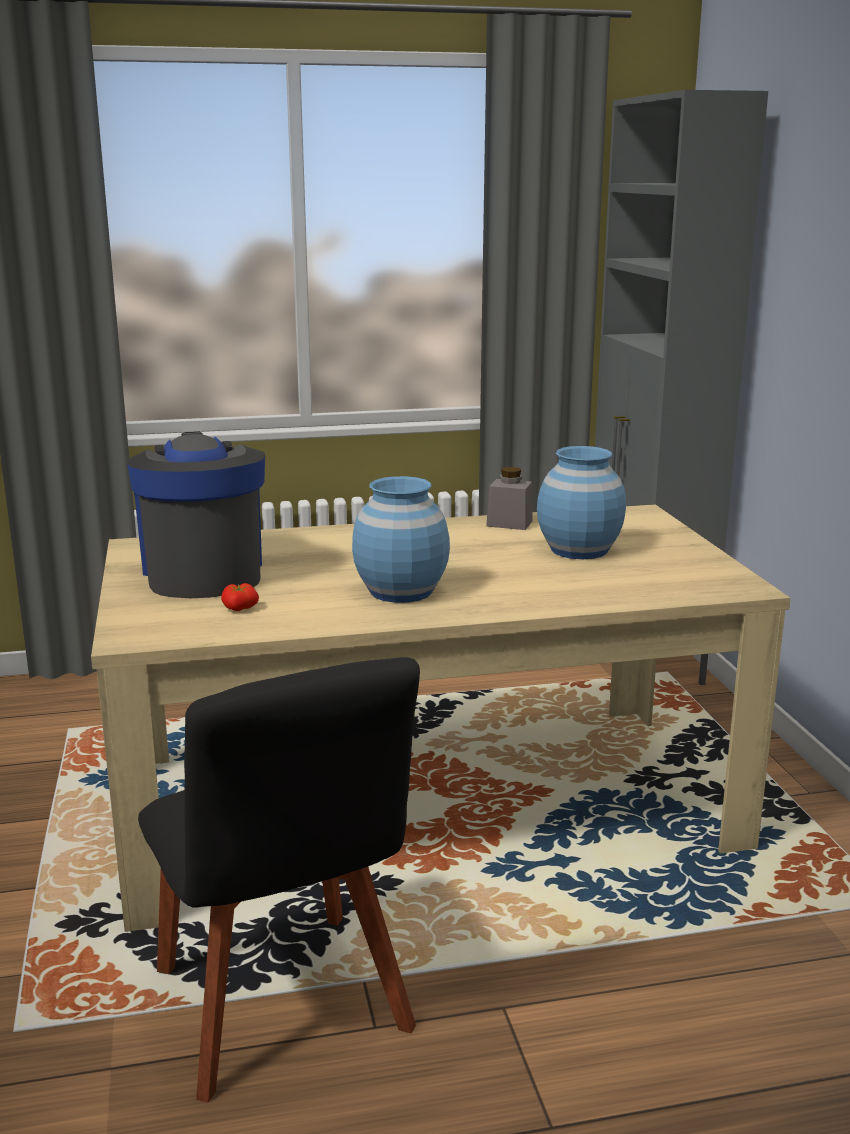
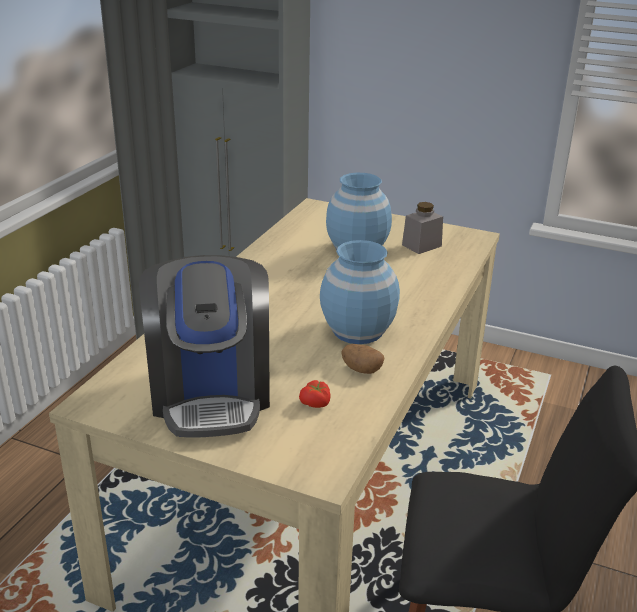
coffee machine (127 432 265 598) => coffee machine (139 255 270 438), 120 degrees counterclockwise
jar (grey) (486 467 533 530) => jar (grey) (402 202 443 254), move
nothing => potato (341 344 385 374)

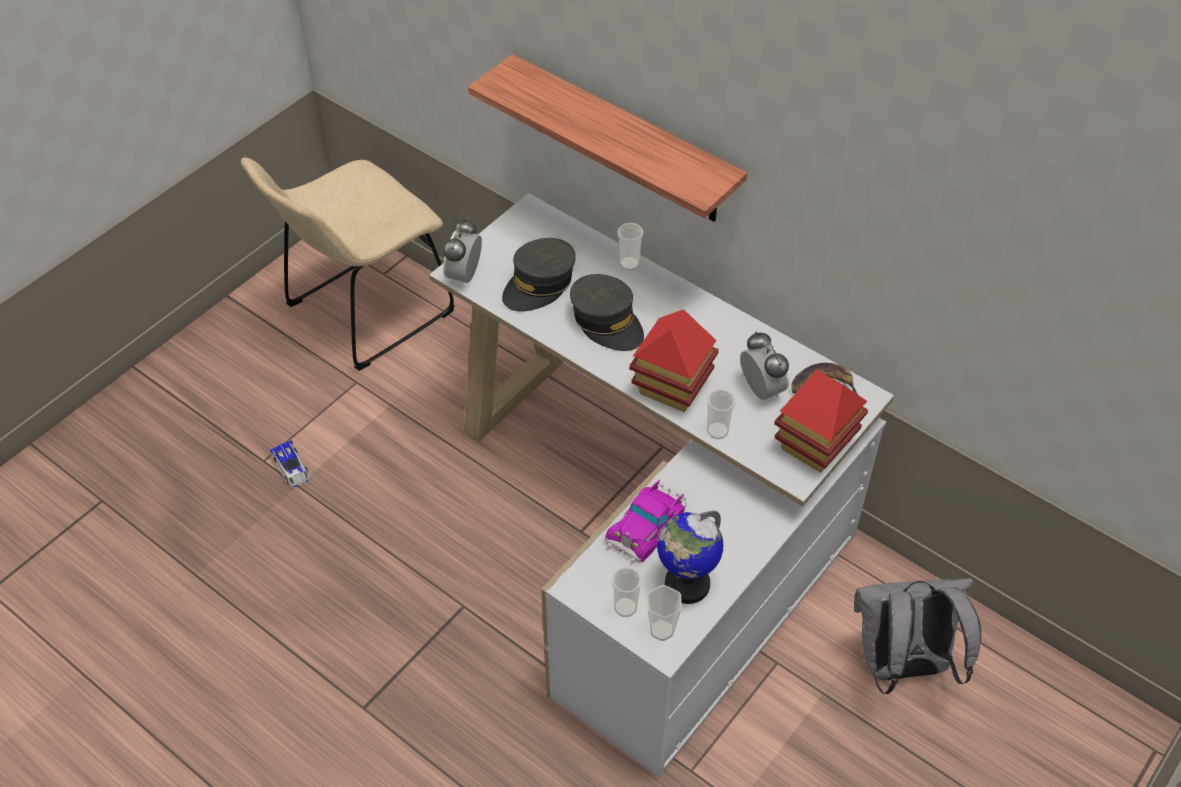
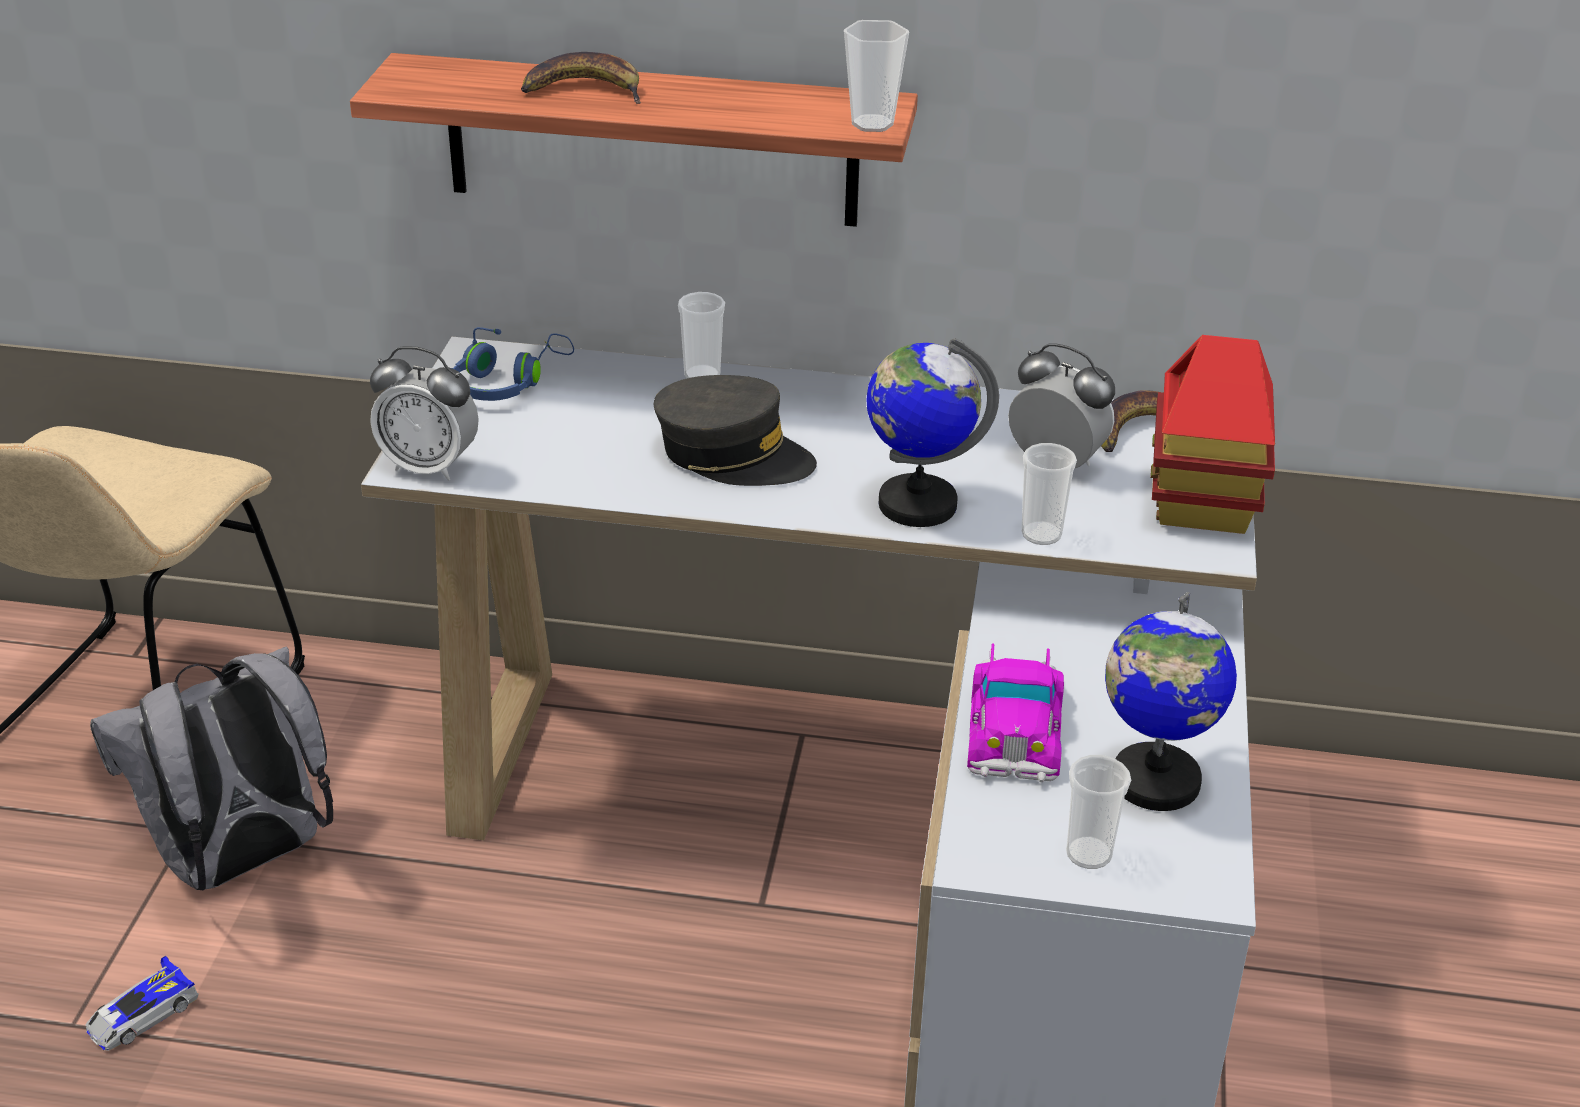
toy car (270 440 310 487) => toy car (85 956 199 1051), 105 degrees clockwise
alarm clock (443 217 482 284) => alarm clock (370 346 479 481), 60 degrees counterclockwise
cap (grey) (502 238 576 312) => nothing
toy house (629 309 719 412) => globe (866 338 999 527)
cup (647 585 682 641) => cup (844 20 909 132), move
backpack (grey) (854 578 981 694) => backpack (grey) (90 647 333 891), move
nothing => headphones (blue) (452 327 574 401)
nothing => banana (521 52 641 104)

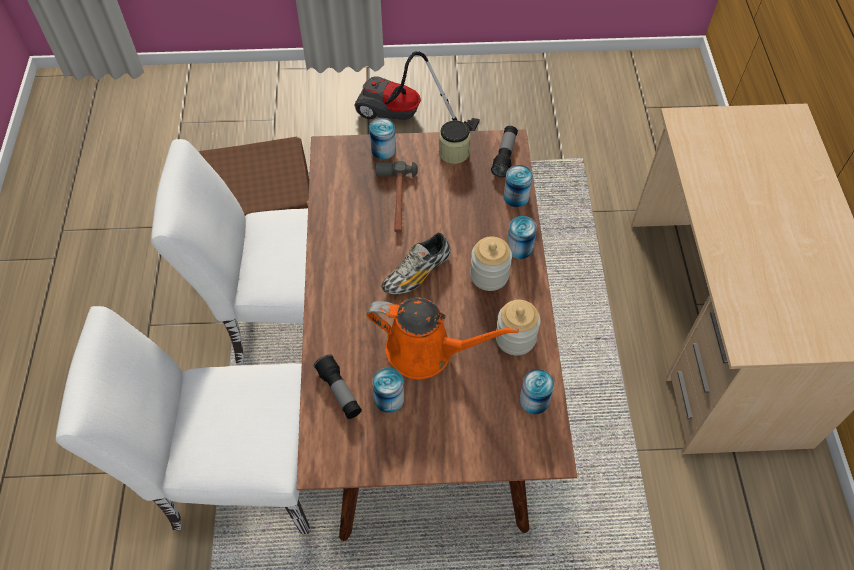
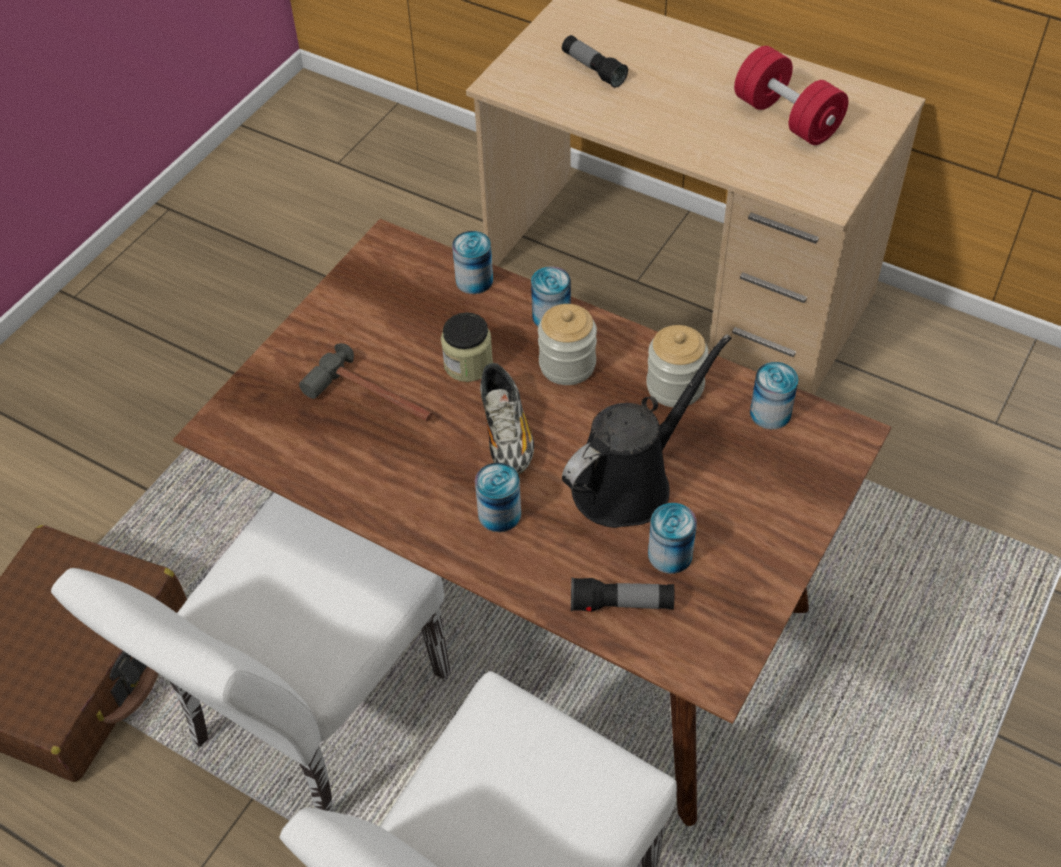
vacuum cleaner (354 51 480 131) => nothing
watering can (orange) (367 298 519 379) => watering can (black) (562 334 732 528)
can (370 118 396 159) => can (475 463 521 532), move
jar (439 120 471 164) => jar (441 312 493 382), move
flashlight (491 126 518 177) => flashlight (562 35 628 88), move
nothing => dumbbell (red) (734 46 849 145)

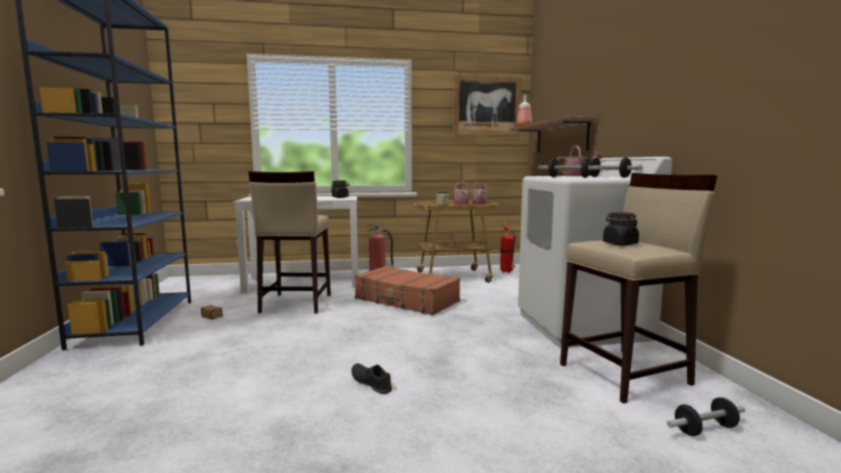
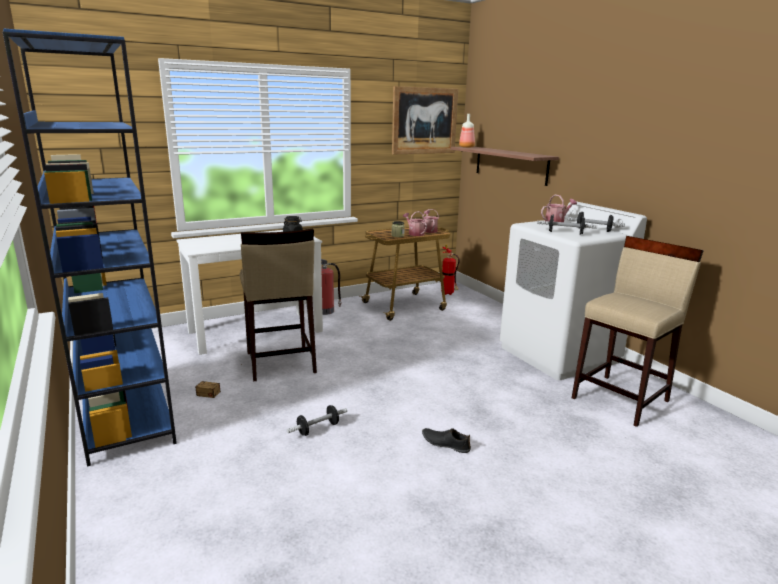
suitcase (brown) (354 266 460 315) => nothing
jar (black) (603 212 639 245) => nothing
dumbbell (667 397 745 436) => dumbbell (287 405 347 436), move

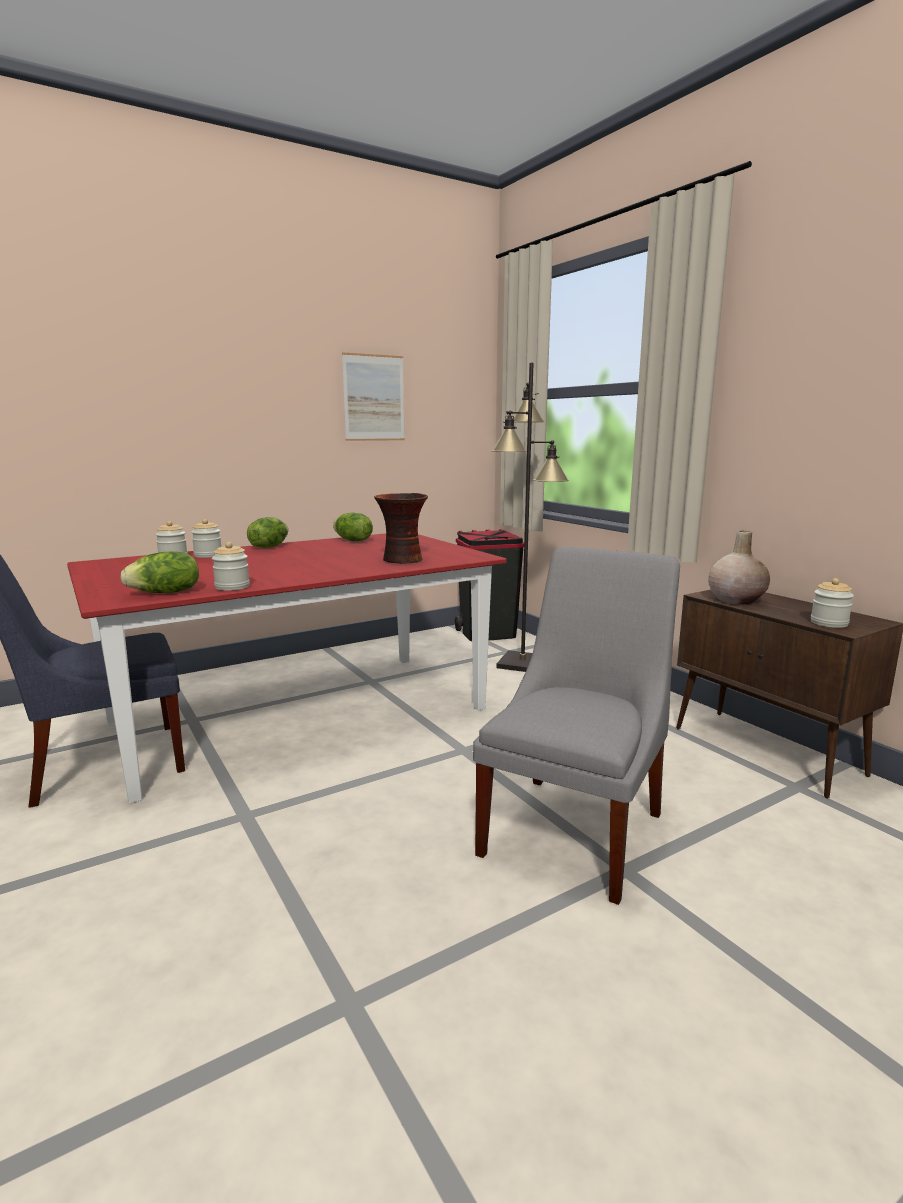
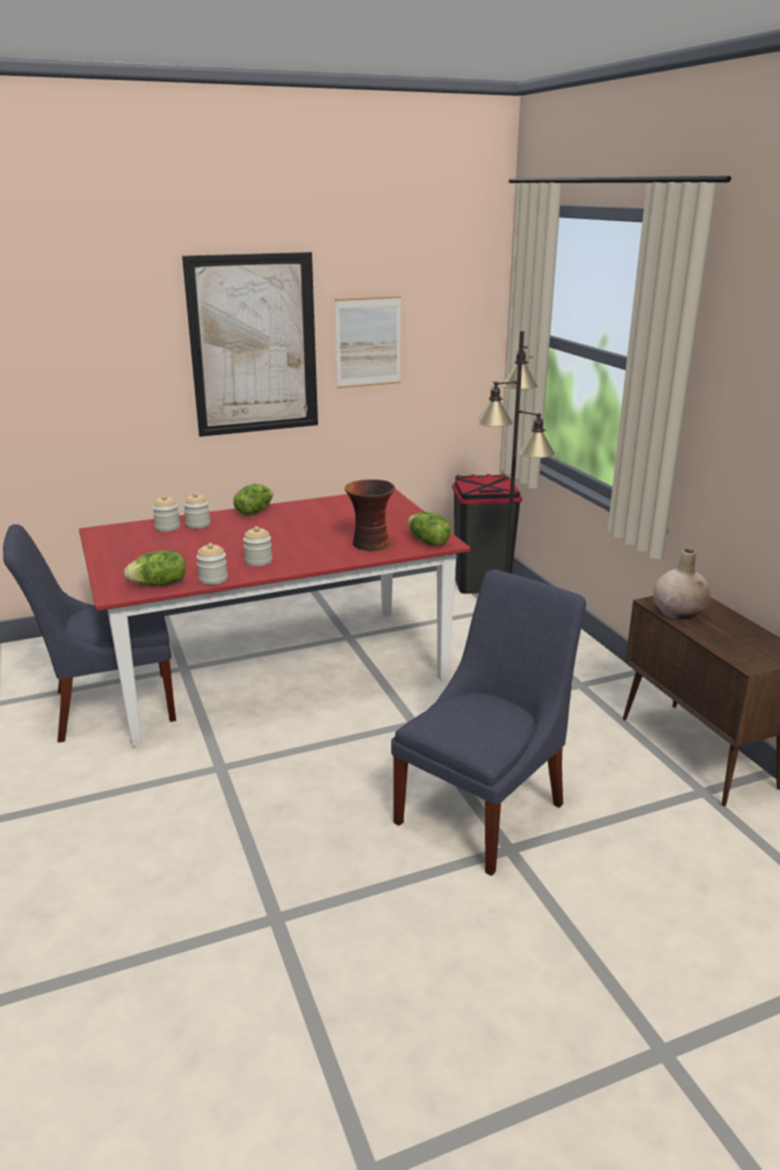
lettuce (333 513 373 541) => lettuce (408 512 451 546), move
chair (grey) (473 546 680 905) => chair (blue) (391 569 586 876)
jar (811 578 854 628) => jar (243 526 272 566), move
nothing => picture (182 252 318 437)

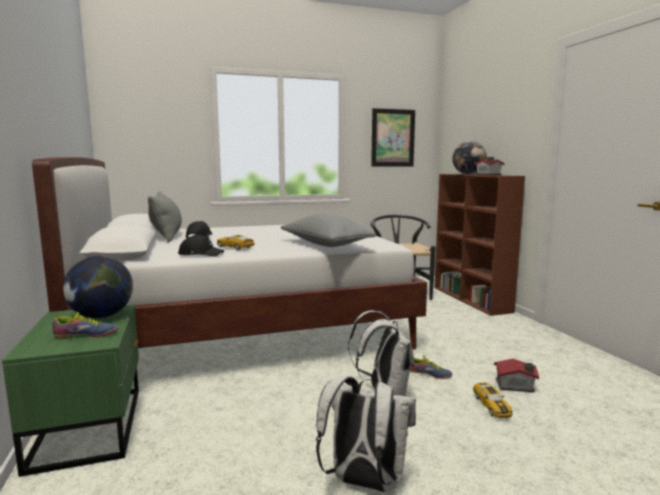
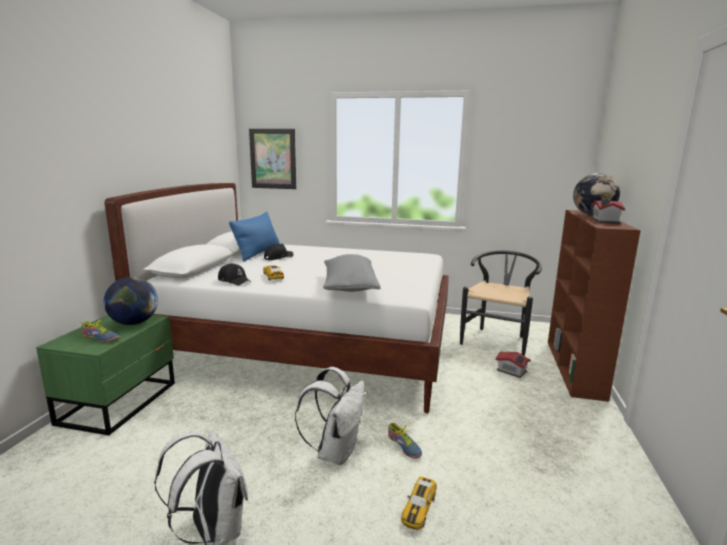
pillow (grey) (148 191 182 242) => pillow (blue) (229 212 279 262)
picture (371 108 415 167) => picture (249 129 296 189), move
toy house (494 359 539 392) => toy house (496 351 531 378), move

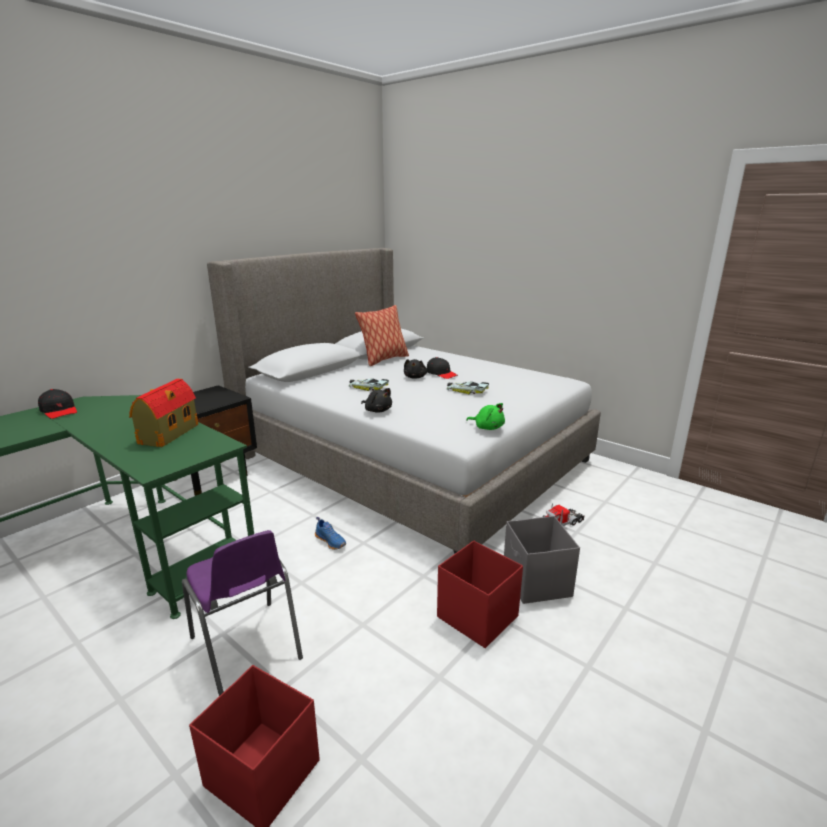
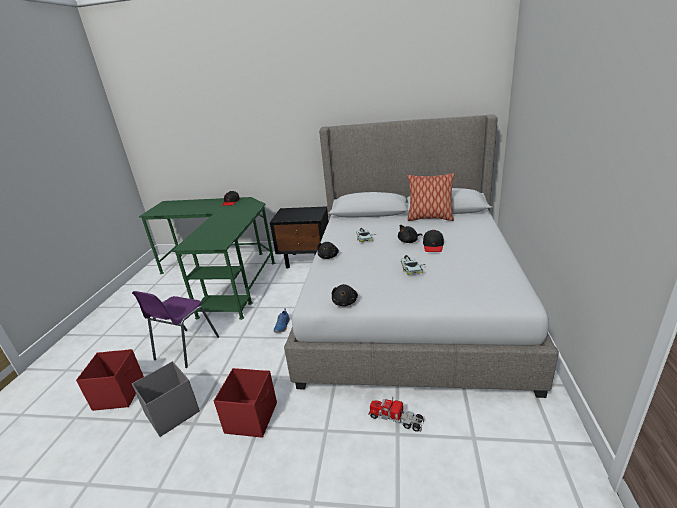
toy house (129 379 198 447) => nothing
plush toy (green) (466 403 505 430) => plush toy (black) (332 284 358 306)
storage box (grey) (504 516 580 604) => storage box (grey) (132 361 200 437), move

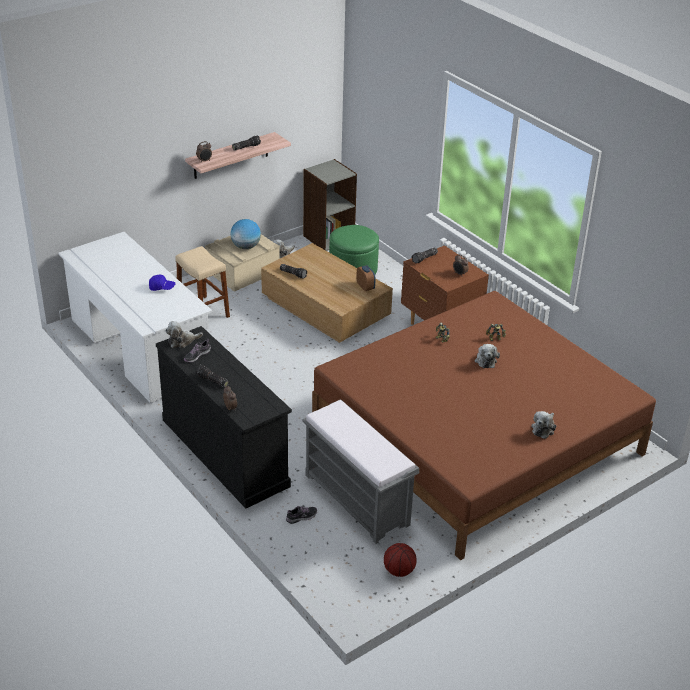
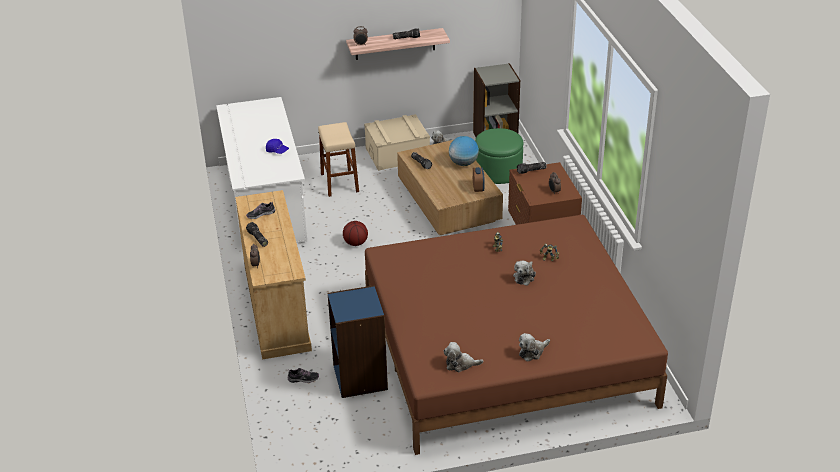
dresser (black) (156 326 292 509) => dresser (beige) (235 190 312 360)
plush toy (166 321 203 348) => plush toy (444 342 483 372), move
globe (230 219 261 249) => globe (449 136 479 166), move
bench (grey) (302 399 419 544) => bookcase (blue) (328 285 388 398)
basketball (384 543 417 577) => basketball (343 221 368 246), move

